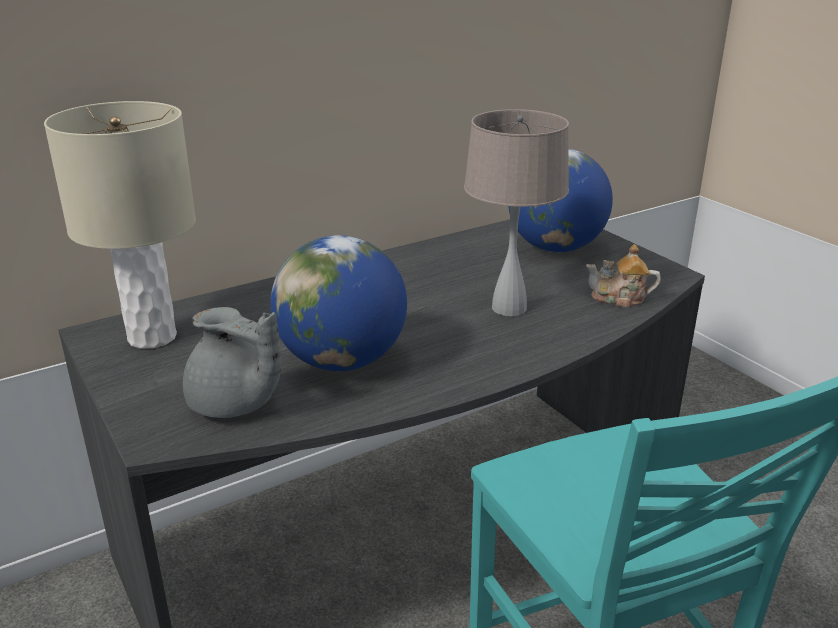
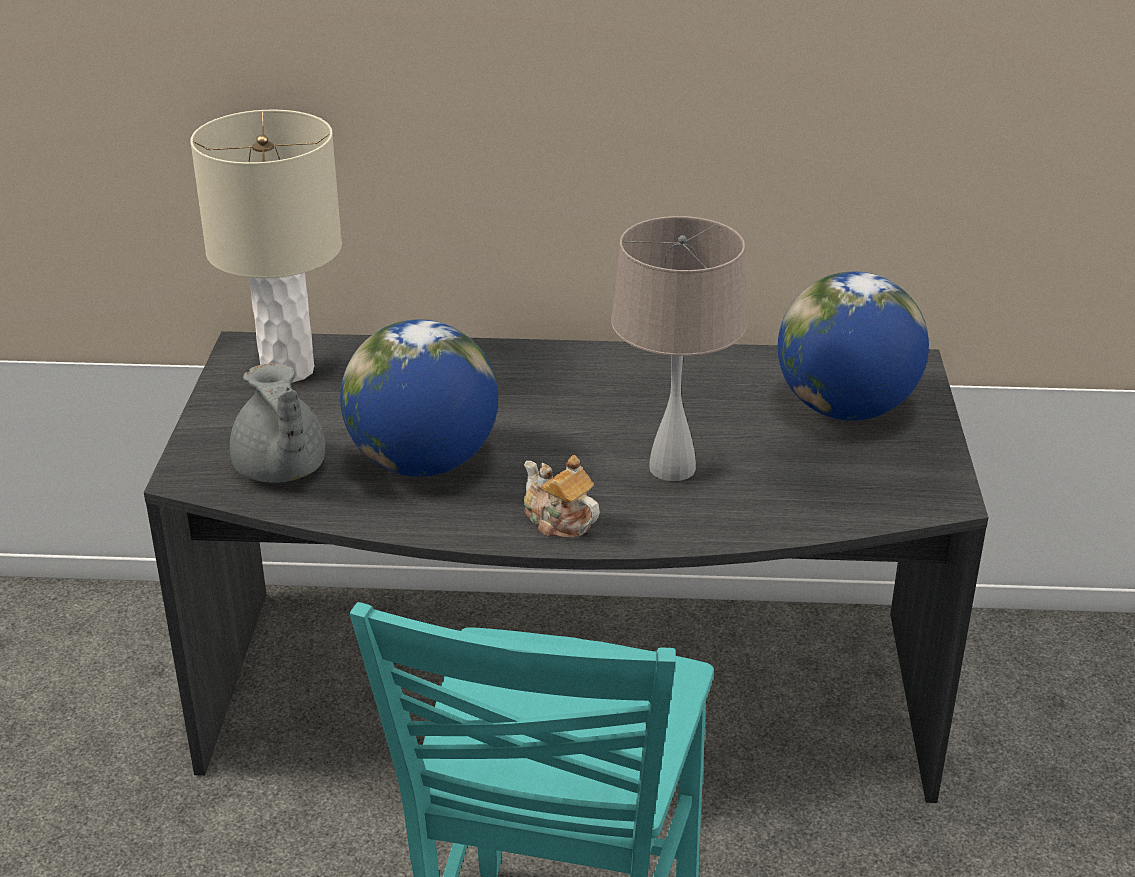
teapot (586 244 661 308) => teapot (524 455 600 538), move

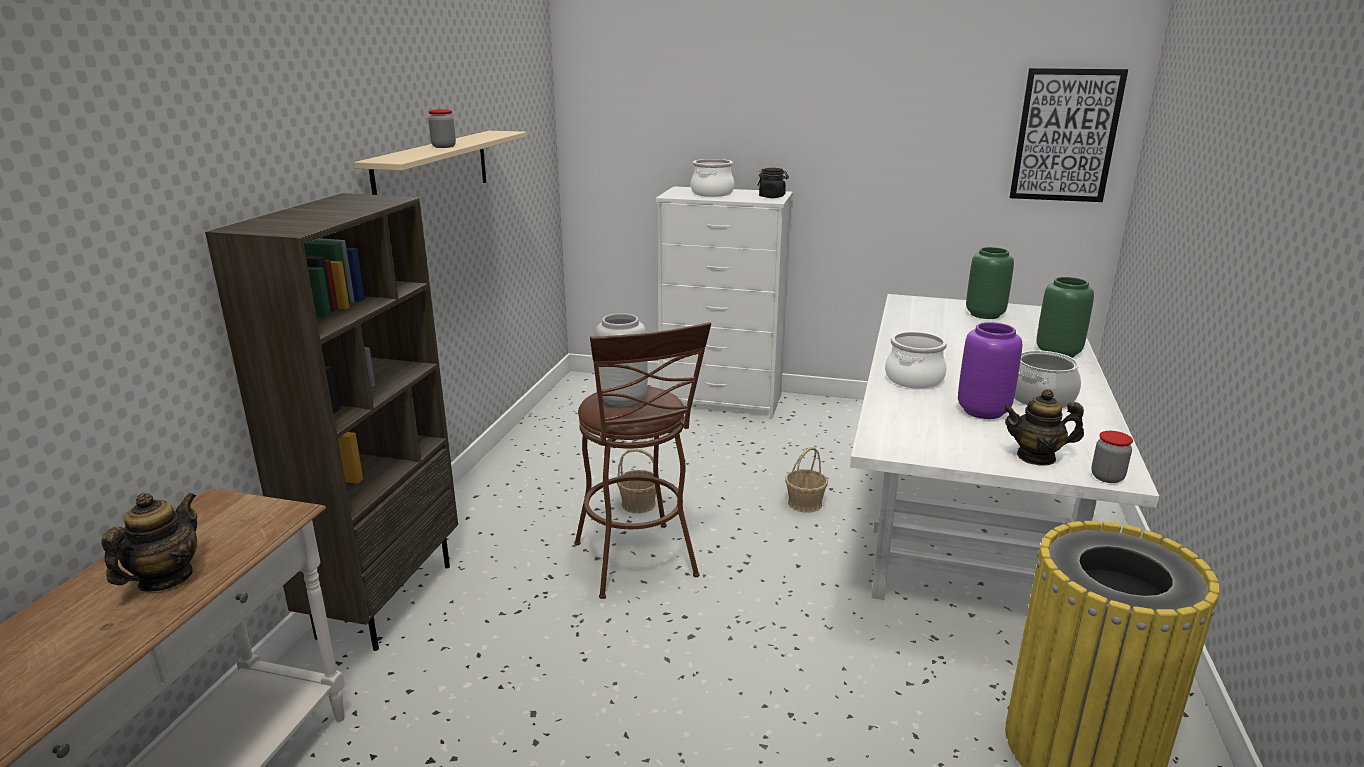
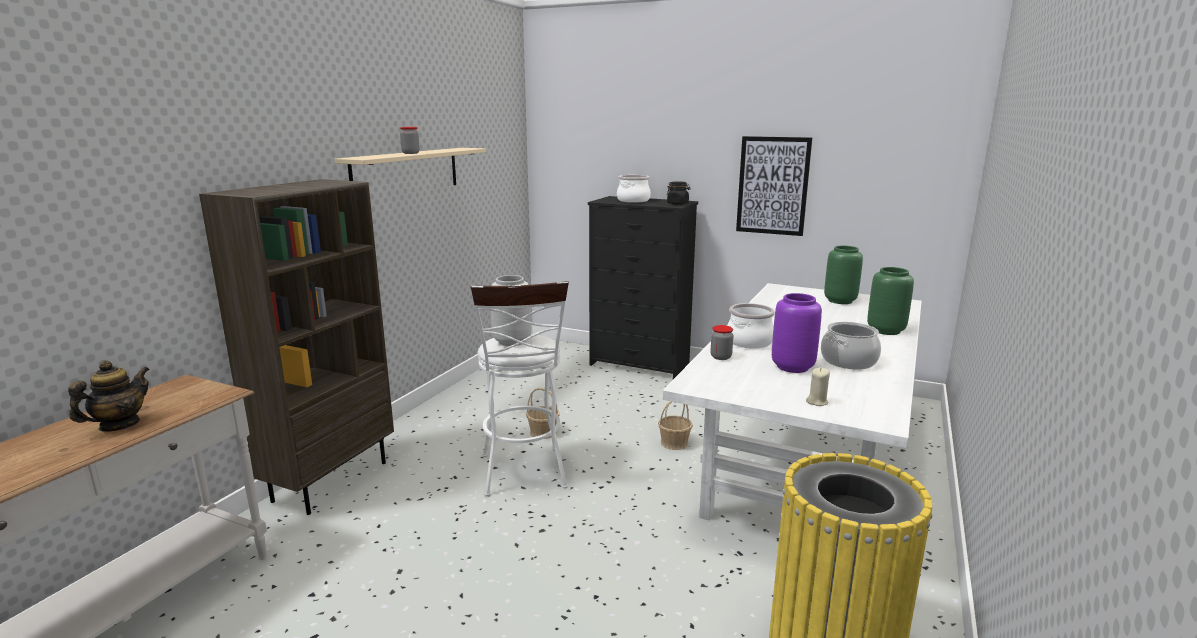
stool (brown) (574 322 711 599) => stool (white) (471 281 569 497)
dresser (white) (656 186 793 419) => dresser (black) (588 196 698 379)
teapot (1003 389 1084 466) => candle (beige) (806 368 830 406)
picture (1009 68 1128 202) => picture (736 136 812 236), move
jar (1091 431 1133 483) => jar (711 325 733 360), move

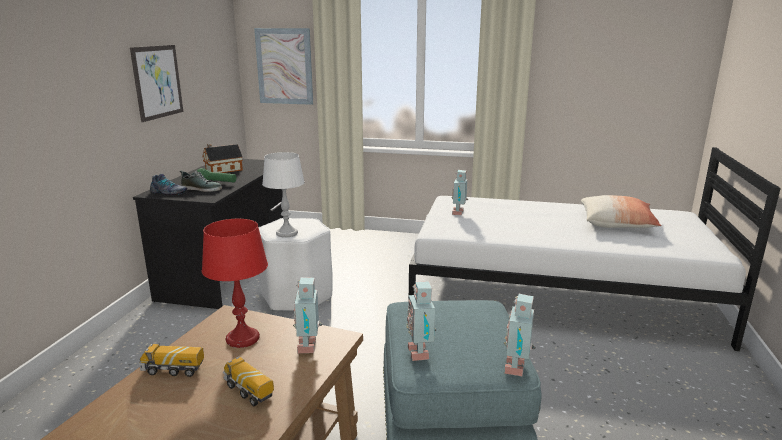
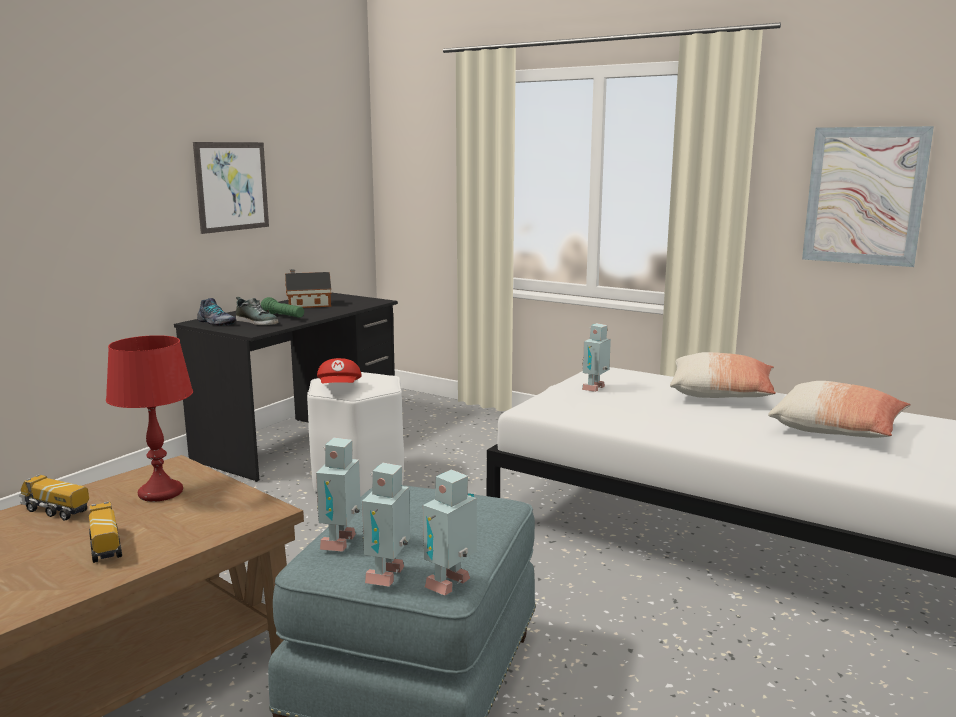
picture (254 28 313 105) => picture (802 126 934 267), move
table lamp (white) (262 152 305 238) => cap (red) (317 358 362 384)
toy robot (293 277 322 354) => toy robot (362 462 410 586), move
nothing => pillow (670 352 776 398)

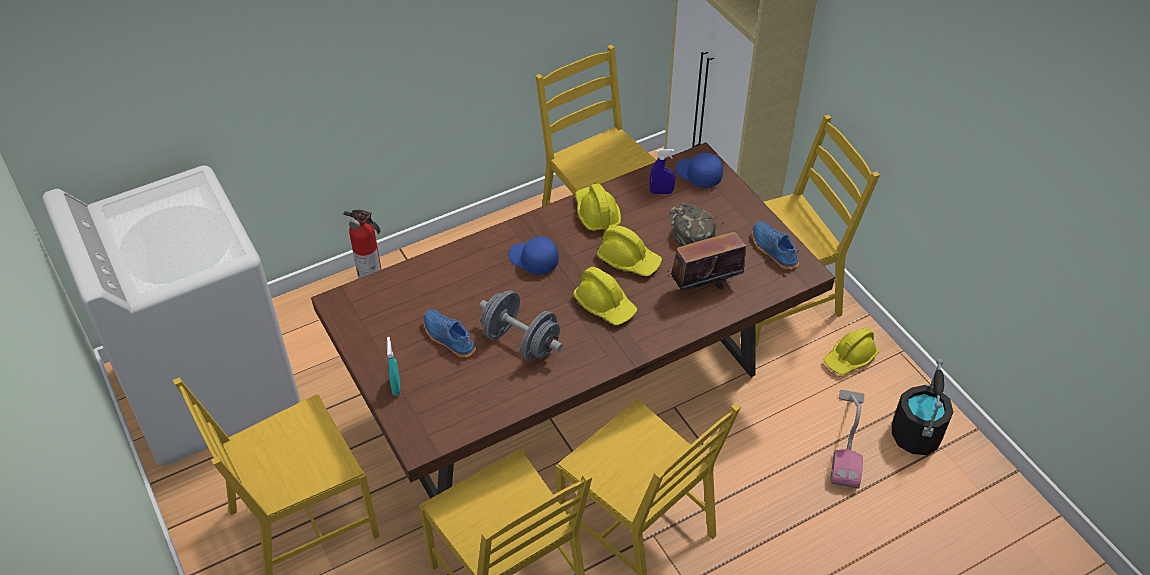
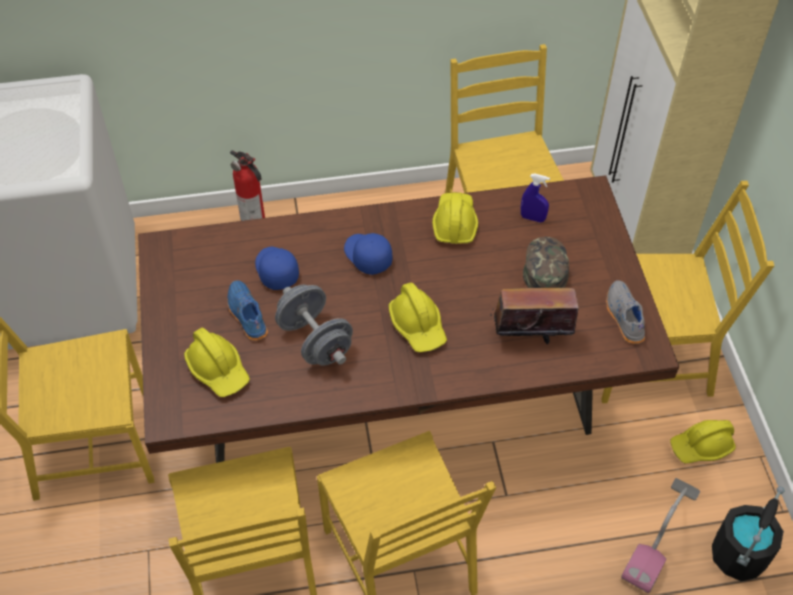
spray bottle (turquoise) (387 337 400 396) => nothing
hard hat (yellow) (597 225 662 276) => hard hat (yellow) (184 328 250 397), move
cap (blue) (676 153 723 188) => cap (blue) (255 247 299 290), move
shoe (blue) (752 221 799 269) => shoe (grey) (606 280 645 344)

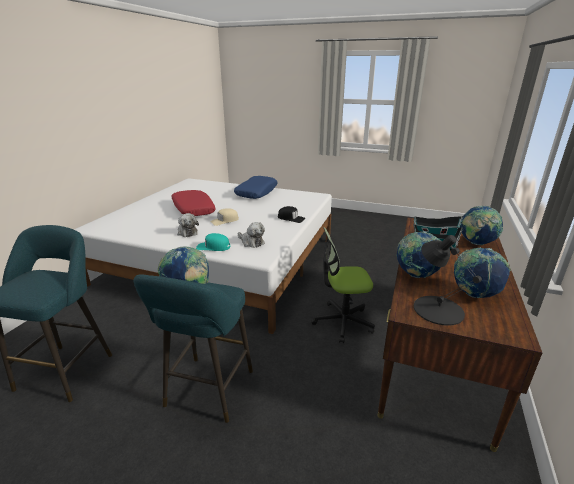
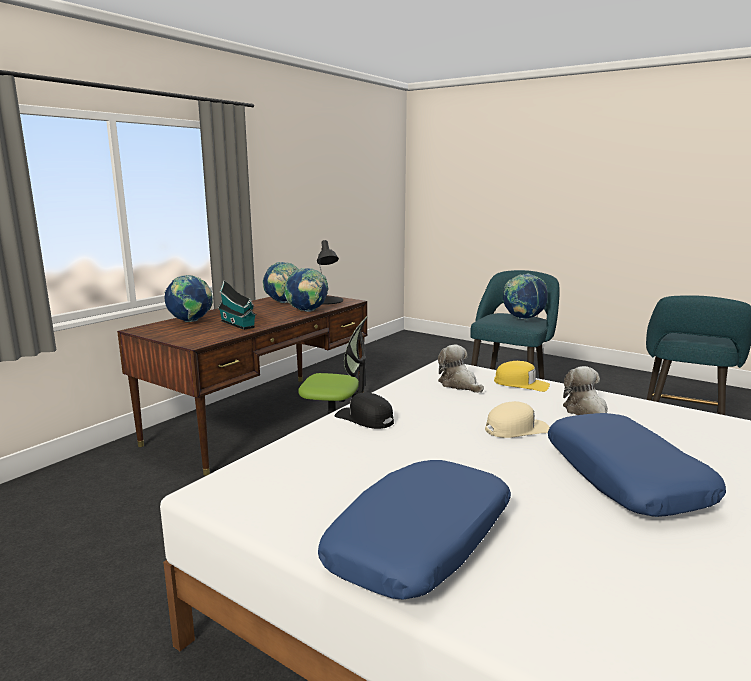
pillow (red) (171 190 216 216) => pillow (blue) (548 413 726 517)
cap (turquoise) (196 233 230 251) => cap (yellow) (494 361 550 392)

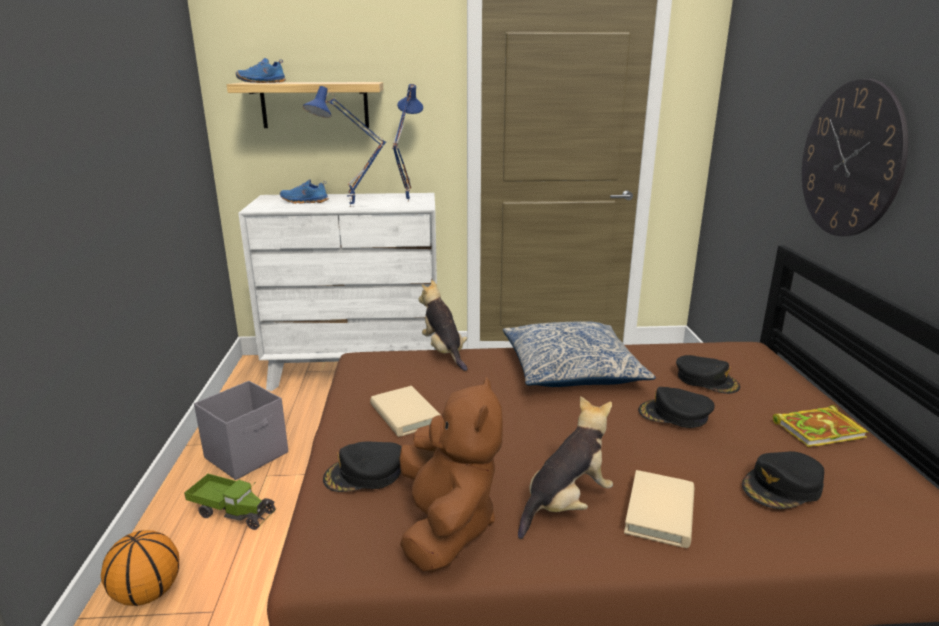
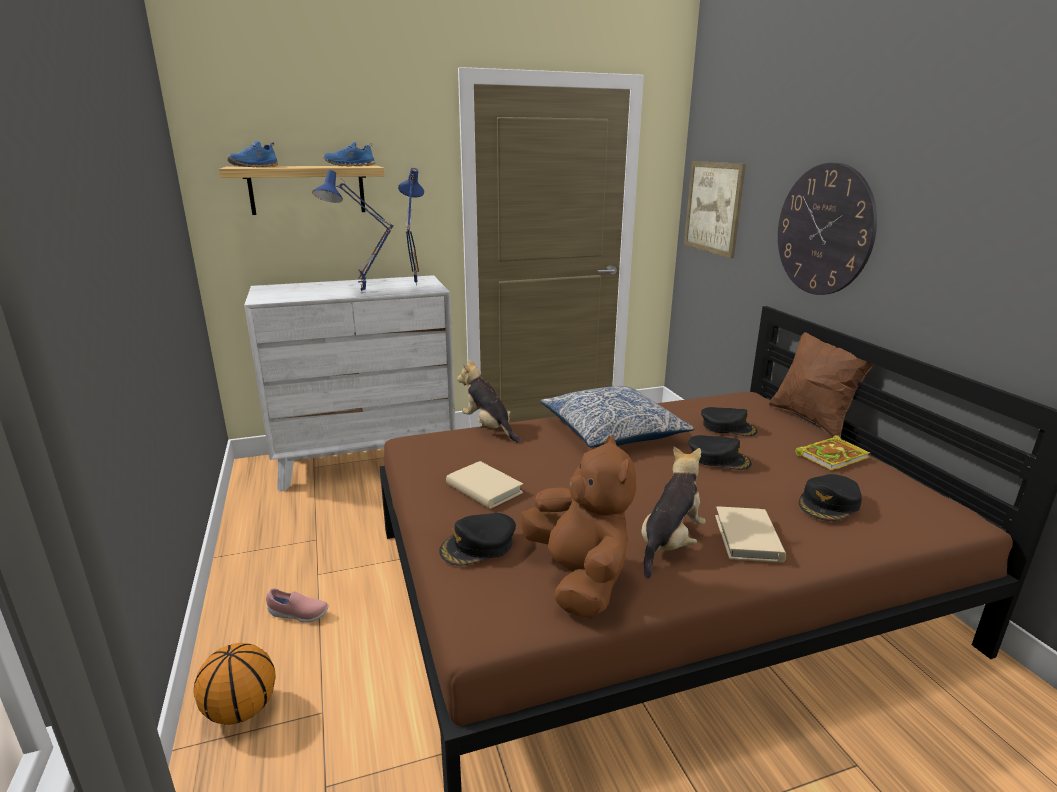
toy truck (184 474 276 530) => shoe (pink) (266 588 328 622)
storage box (grey) (194 381 288 480) => nothing
shoe (blue) (280 179 329 204) => shoe (blue) (323 141 375 166), move
cap (black) (638 387 715 428) => cap (black) (689 435 751 470), 150 degrees counterclockwise
nothing => picture (684 161 746 258)
nothing => pillow (brown) (768 332 885 438)

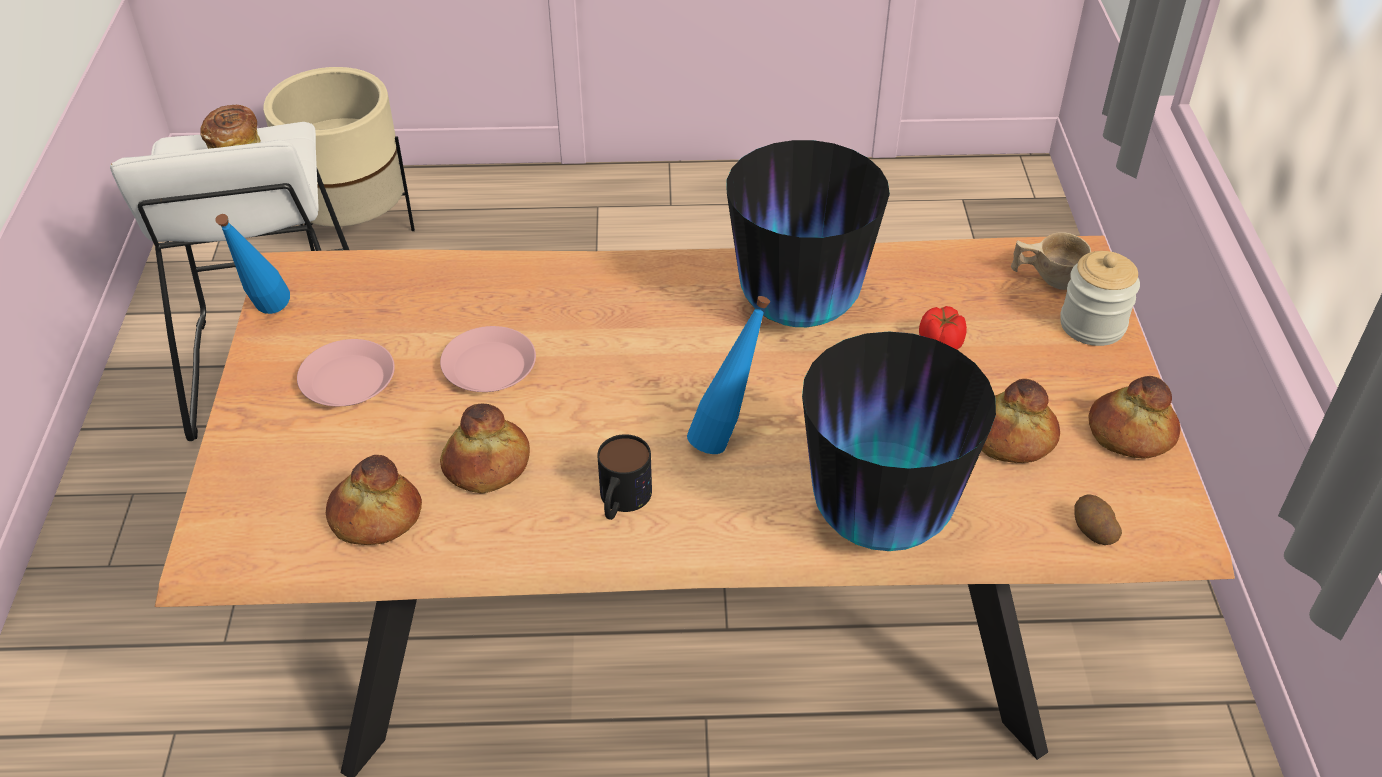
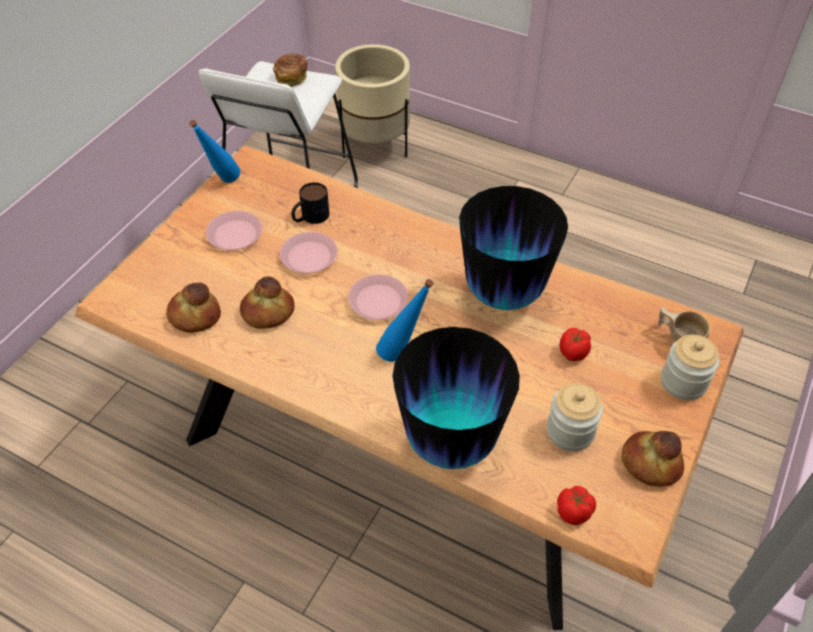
mug (597 434 652 520) => mug (291 182 329 224), move
bread (982 379 1060 463) => jar (547 383 603 451)
potato (1074 495 1122 545) => tomato (557 486 596 525)
nothing => plate (pink) (348 274 409 320)

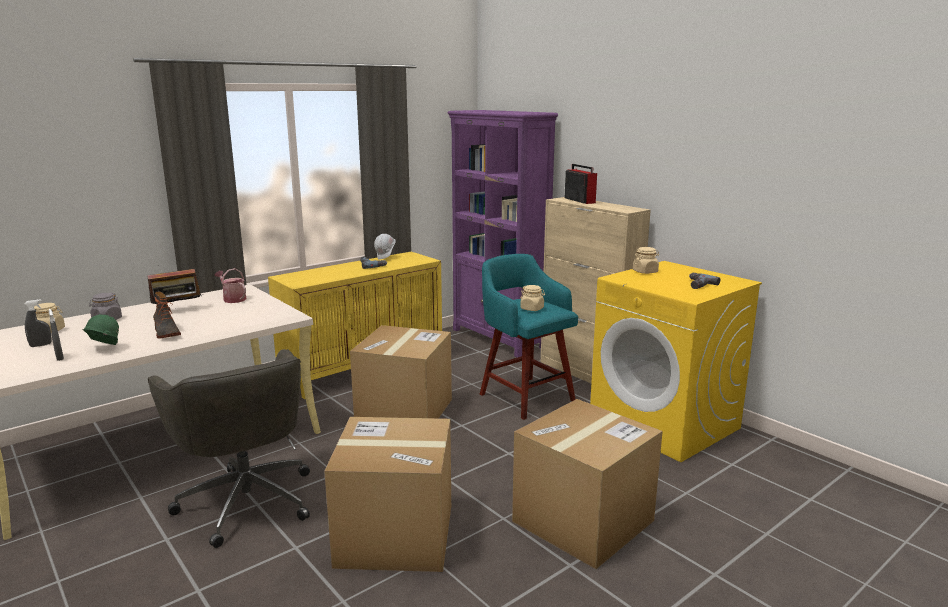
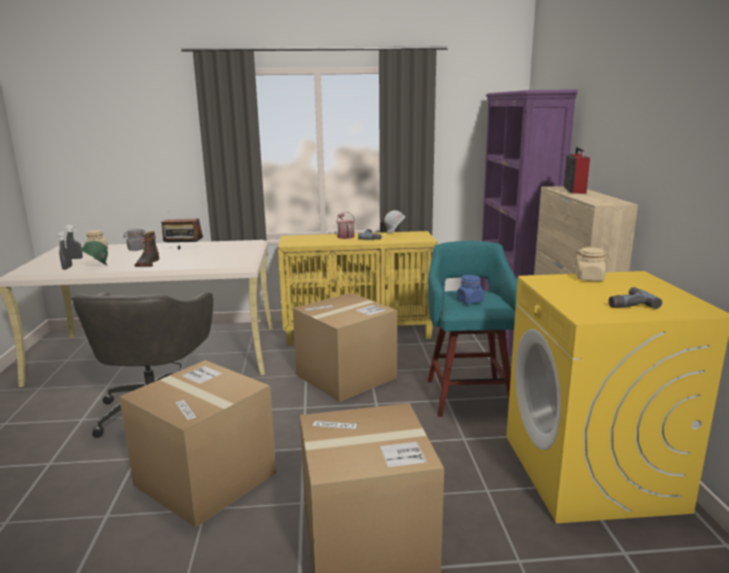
watering can (214 268 247 303) => watering can (336 212 355 239), move
jar (beige) (520 285 545 311) => jar (blue) (457 275 484 304)

